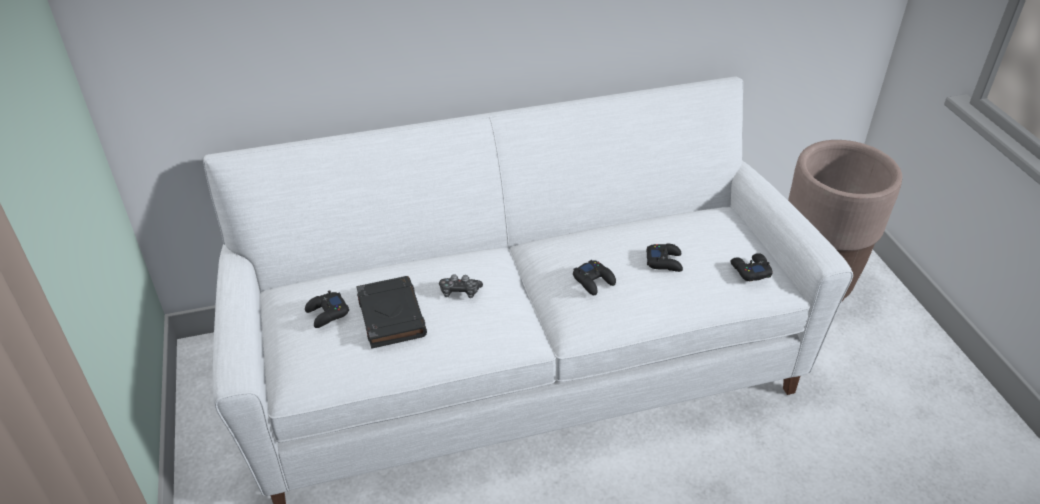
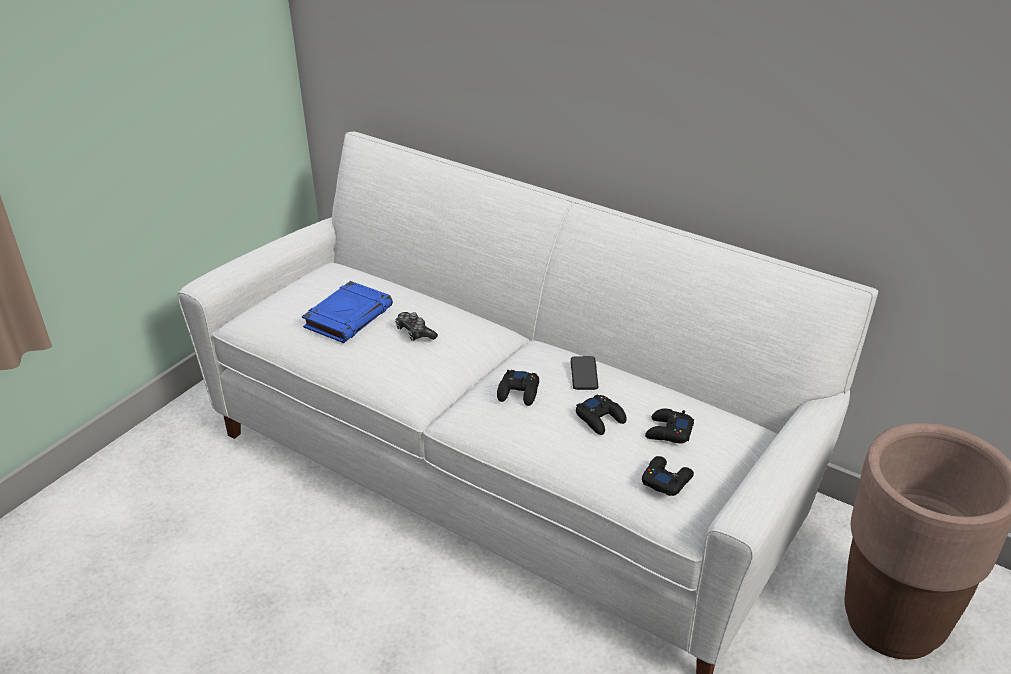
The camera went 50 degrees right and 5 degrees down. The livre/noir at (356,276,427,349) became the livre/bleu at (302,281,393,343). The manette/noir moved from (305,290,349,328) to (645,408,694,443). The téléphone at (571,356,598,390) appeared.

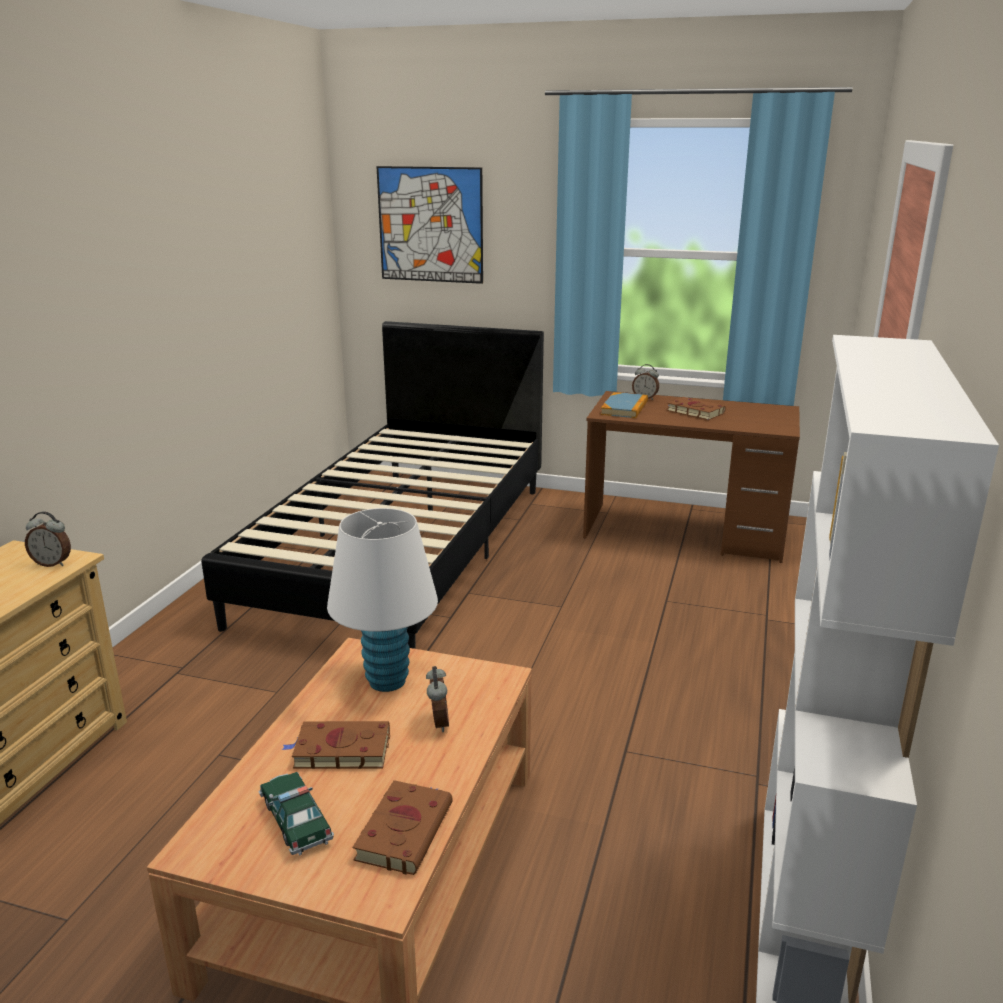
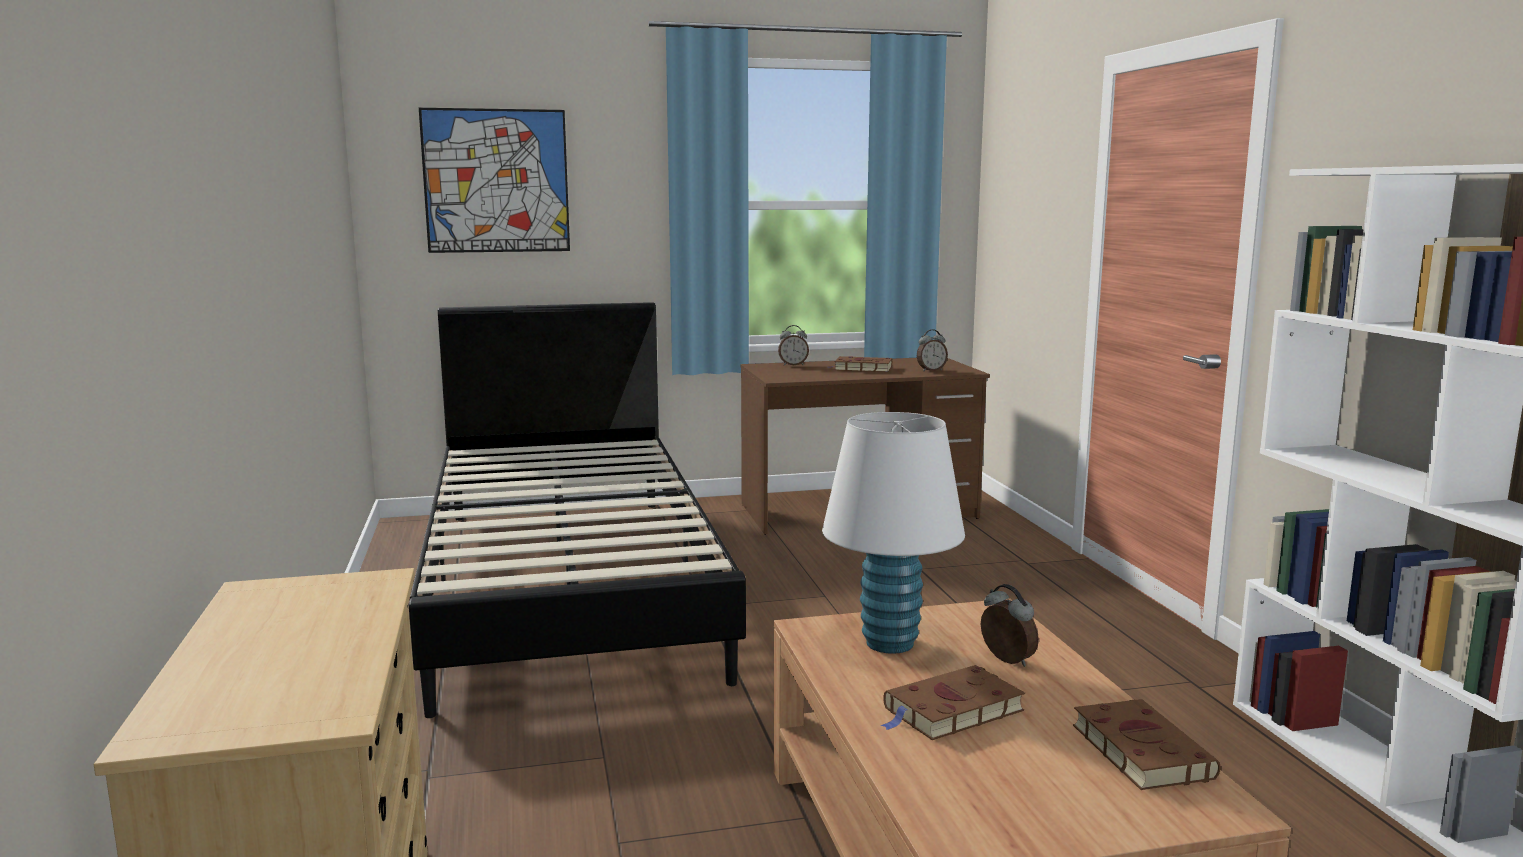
The camera went 30 degrees left and 10 degrees down. The livre at (601,392,648,418) disappeared. The réveil moved from (25,512,71,567) to (917,329,948,371). The petite voiture at (259,772,334,855) disappeared.

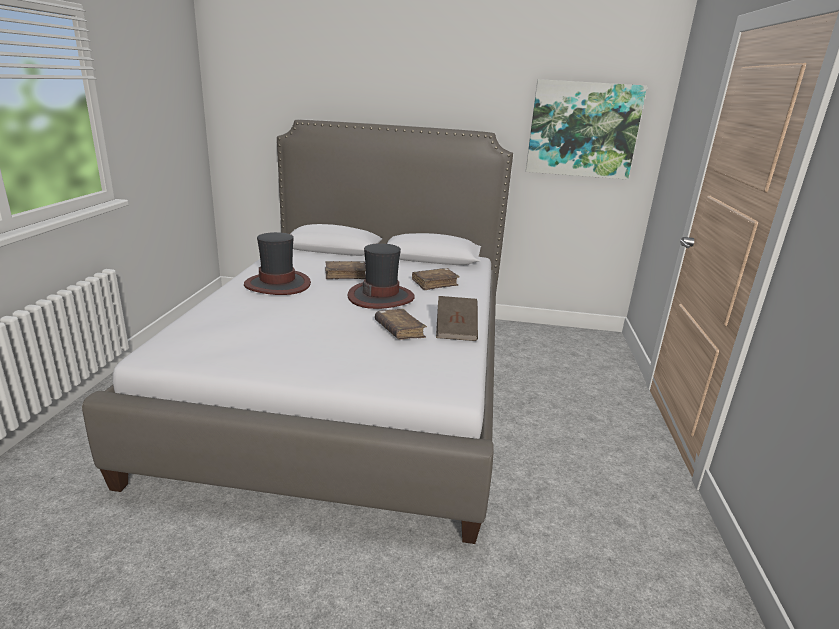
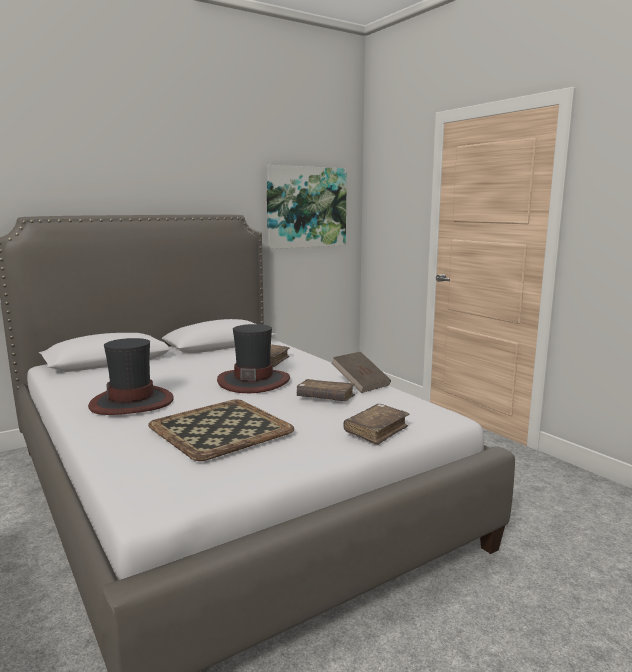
The camera went 40 degrees left and 10 degrees down. The livre/marron moved from (325,261,366,279) to (343,404,409,445). The plateau at (148,399,294,461) appeared.

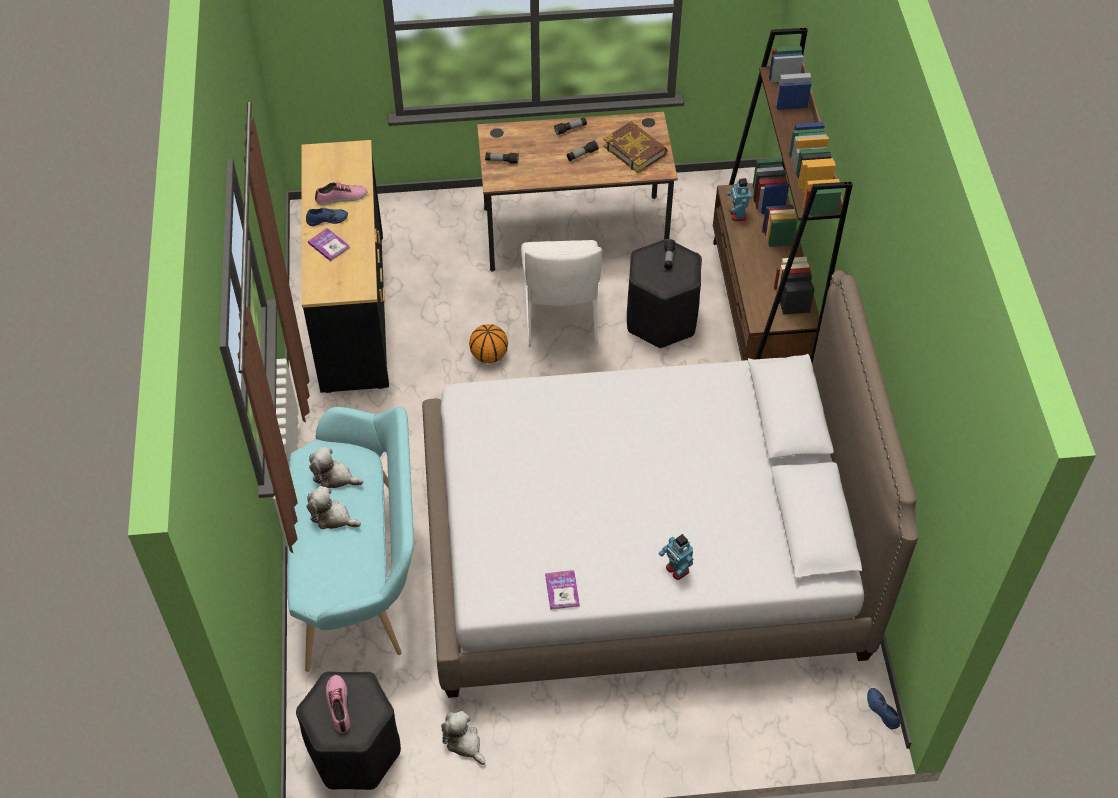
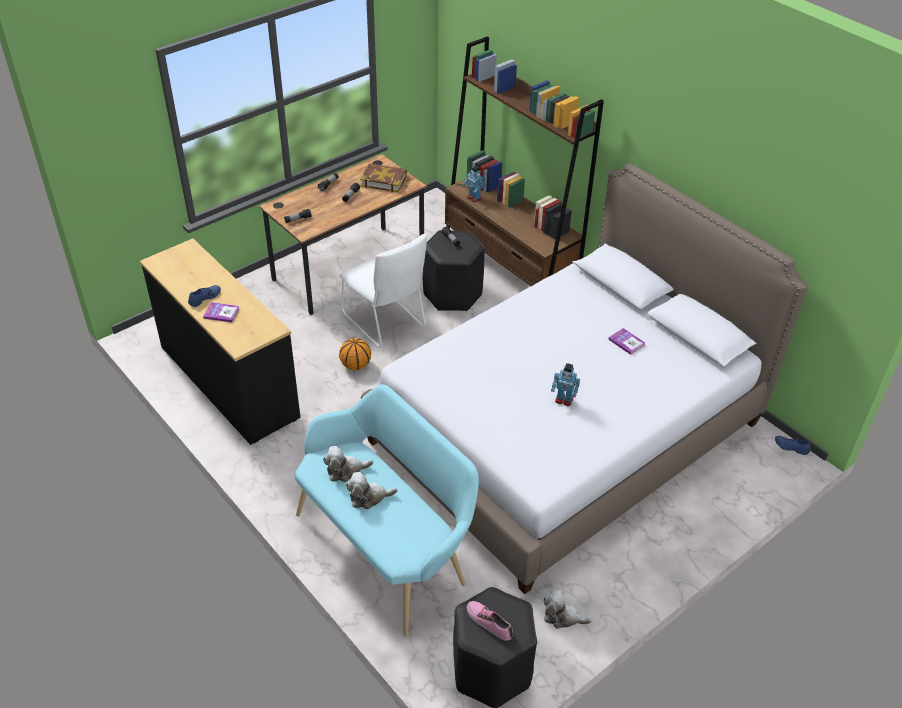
The camera went 35 degrees left and 10 degrees down. The chaussure at (315,182,367,205) disappeared. The robot jouet moved from (659,534,693,580) to (551,363,580,406). The livre moved from (545,570,580,610) to (608,328,645,355).

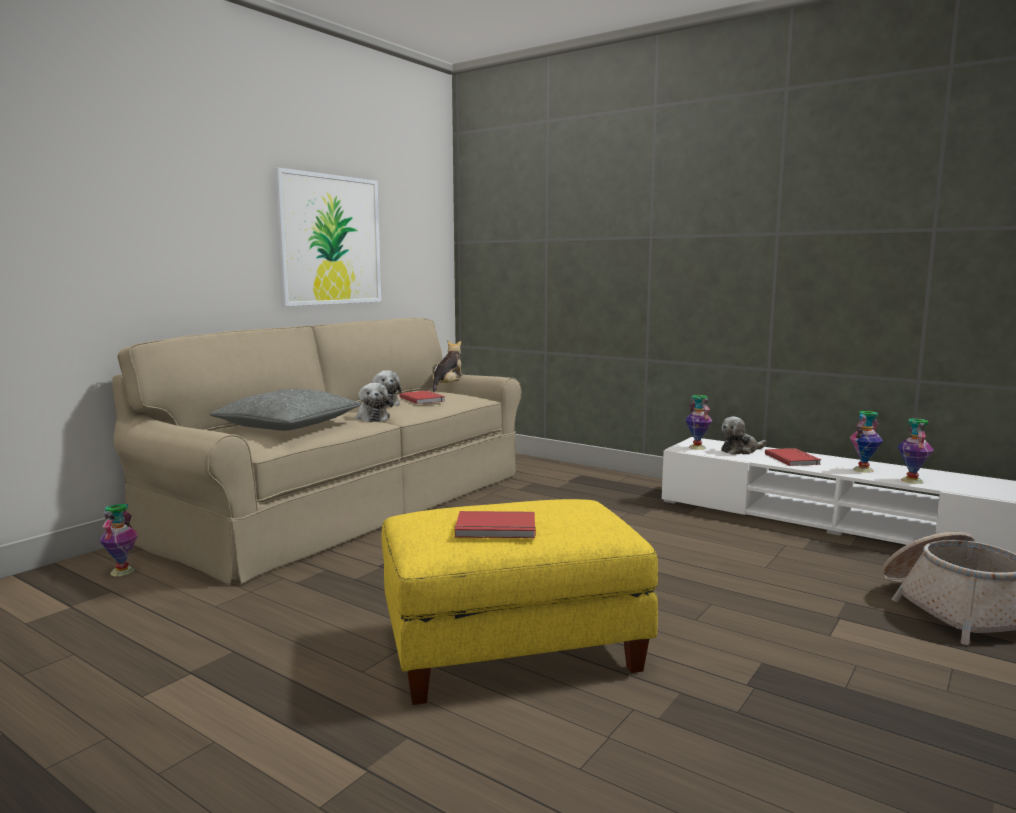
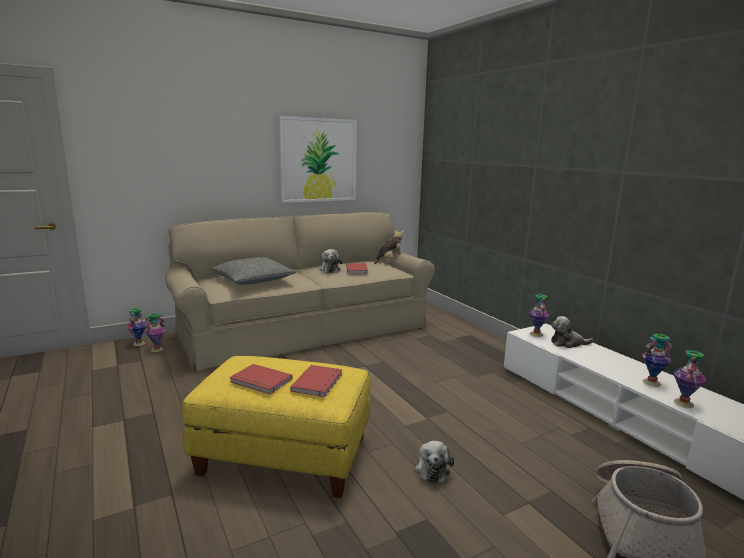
The camera went 25 degrees right and 5 degrees up. The peluche moved from (355,383,393,422) to (415,441,454,483). The livre/rouge moved from (765,448,821,466) to (290,365,342,397). The vase at (126,308,146,346) appeared.

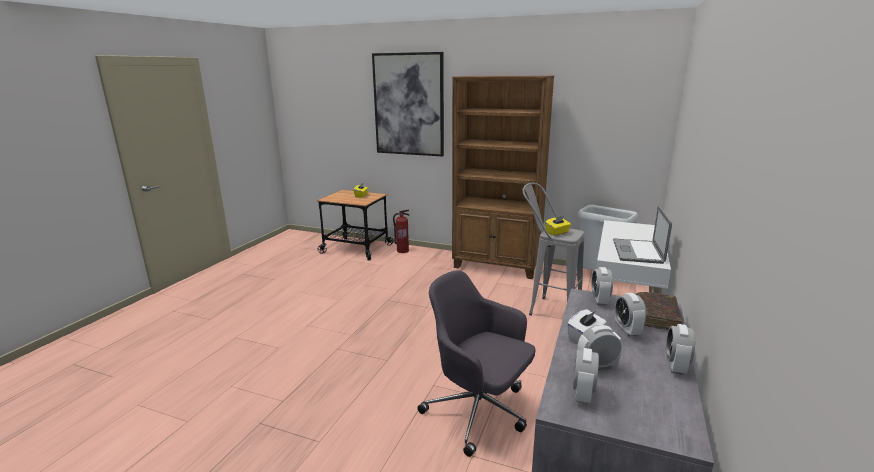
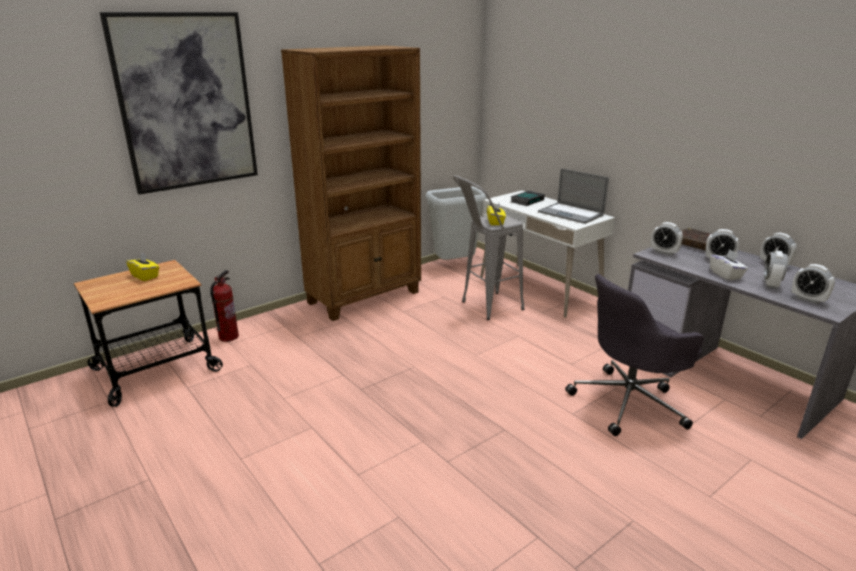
The camera went 60 degrees left and 5 degrees up. The livre at (511,191,545,206) appeared.

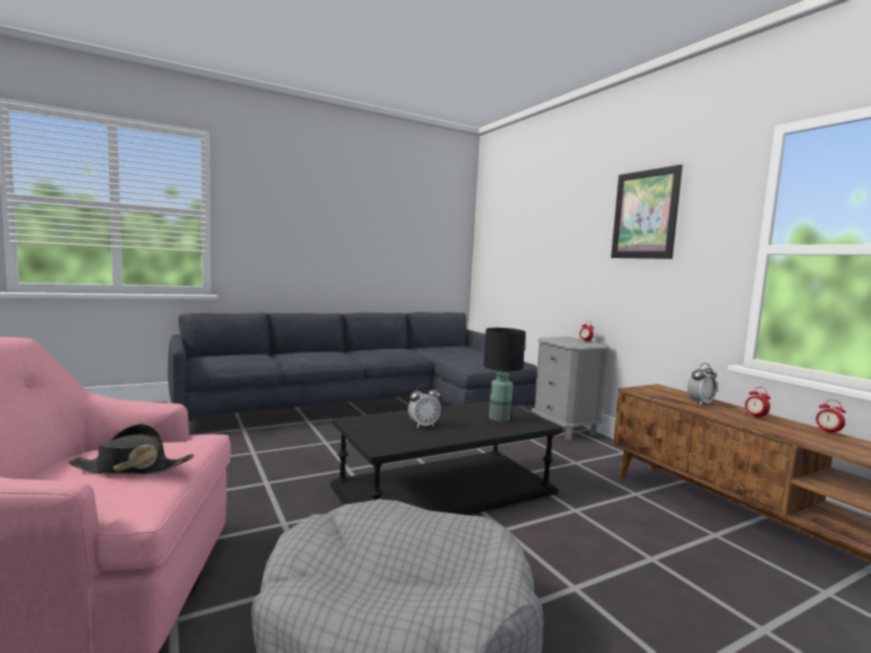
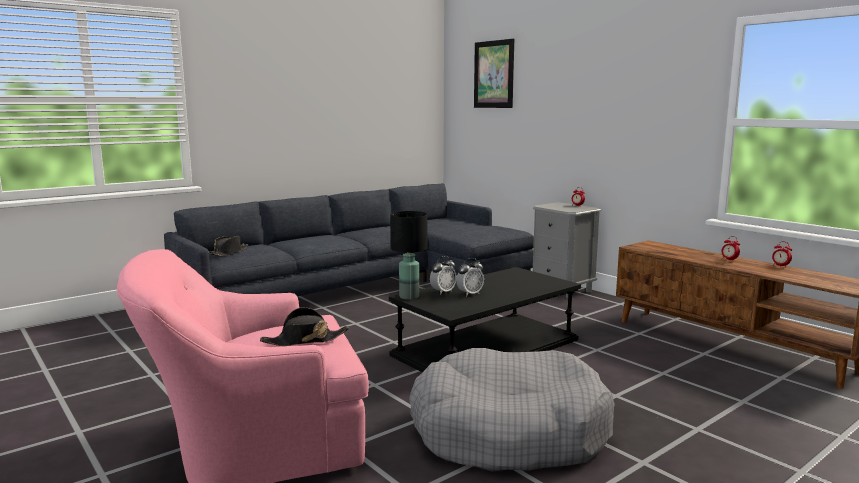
The camera went 10 degrees left and 5 degrees up. The tableau moved from (611,165,683,259) to (474,39,514,108). The lampe de table/noir moved from (484,328,526,422) to (390,211,427,300). The réveil moved from (687,363,717,405) to (430,256,457,295). The chapeau/noir at (208,236,248,256) appeared.

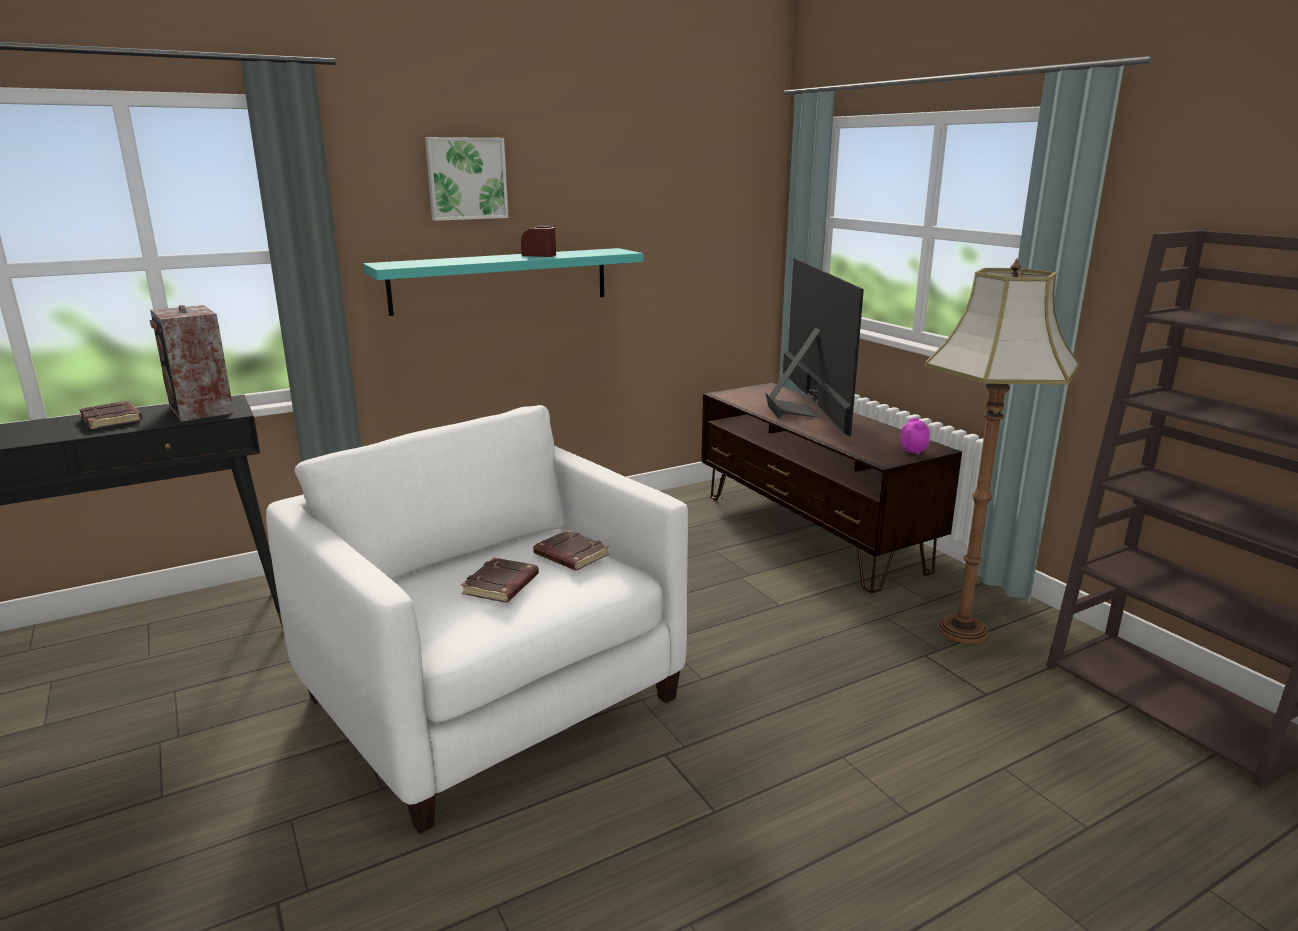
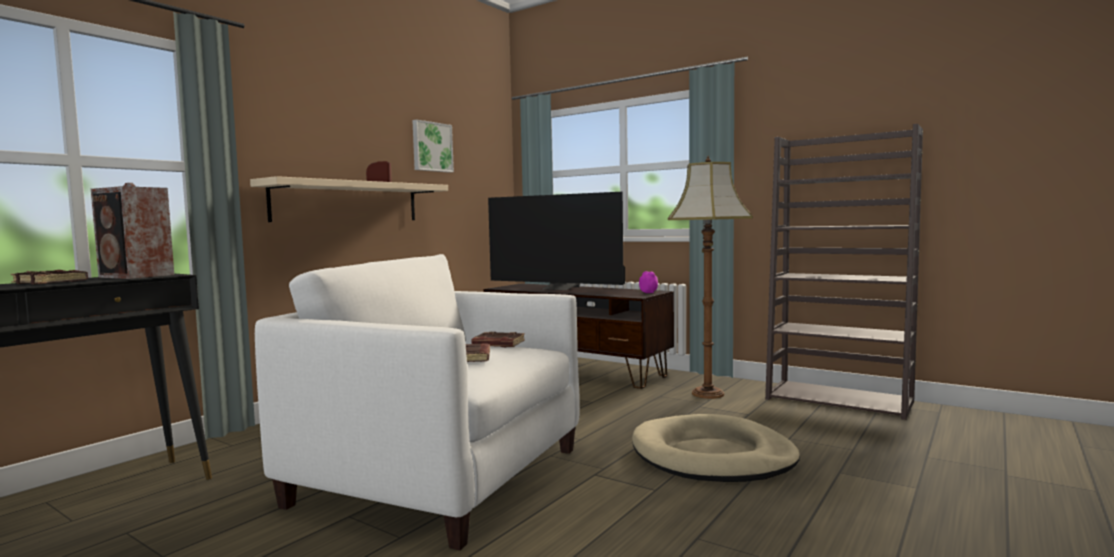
The camera went 25 degrees left and 15 degrees down. The tableau moved from (425,137,509,221) to (412,119,454,173). The étagère/turquoise at (363,248,644,316) became the étagère/beige at (250,176,448,222). The téléviseur at (765,258,864,436) turned 150 degrees clockwise. The panier pour chien/beige at (632,414,800,482) appeared.

